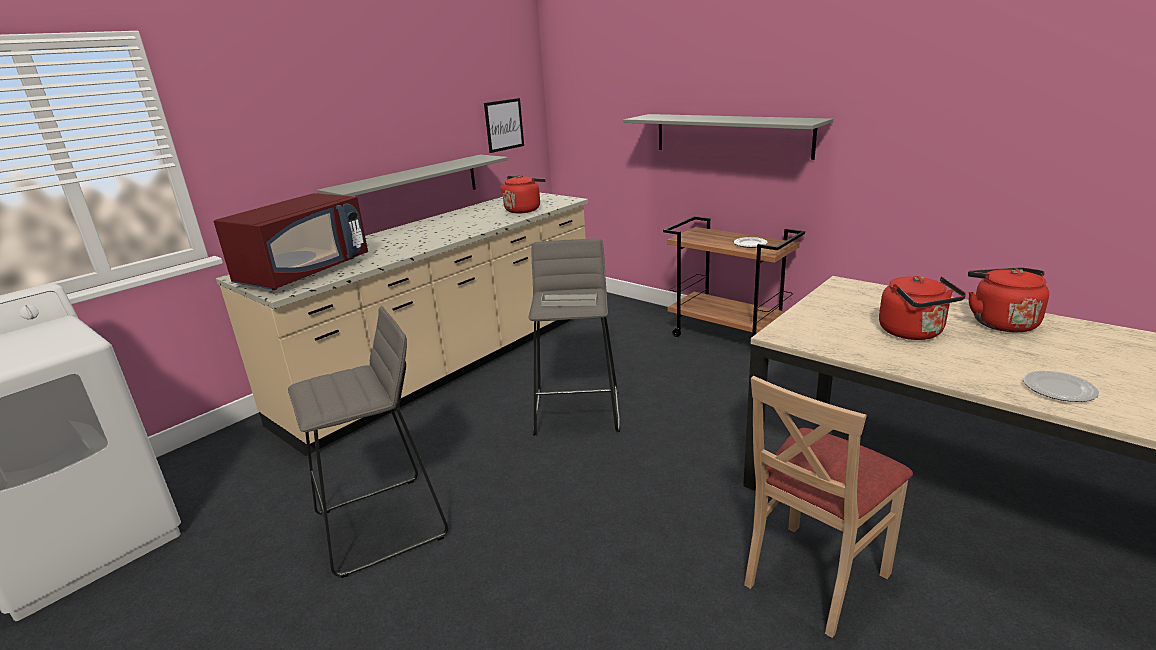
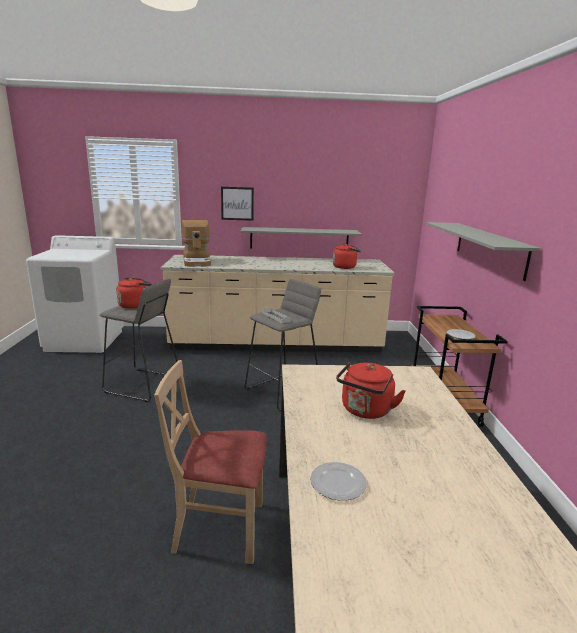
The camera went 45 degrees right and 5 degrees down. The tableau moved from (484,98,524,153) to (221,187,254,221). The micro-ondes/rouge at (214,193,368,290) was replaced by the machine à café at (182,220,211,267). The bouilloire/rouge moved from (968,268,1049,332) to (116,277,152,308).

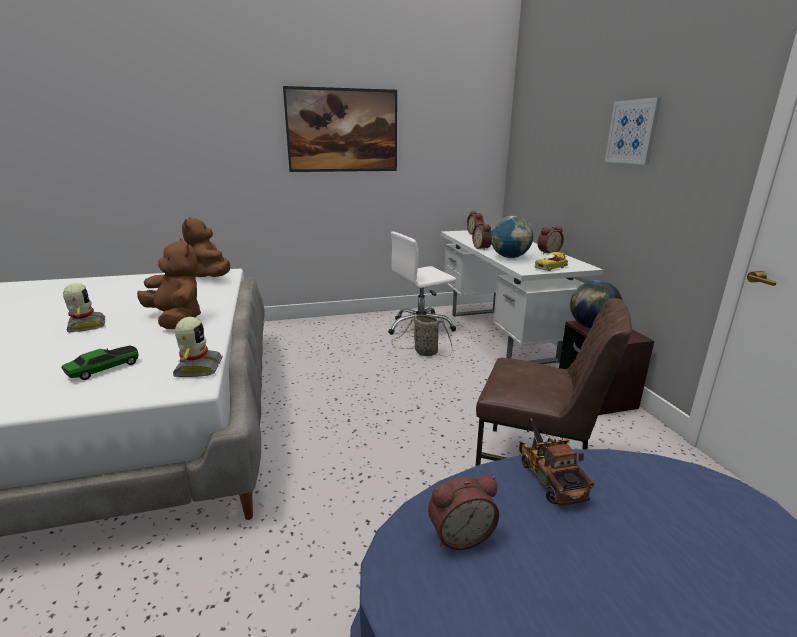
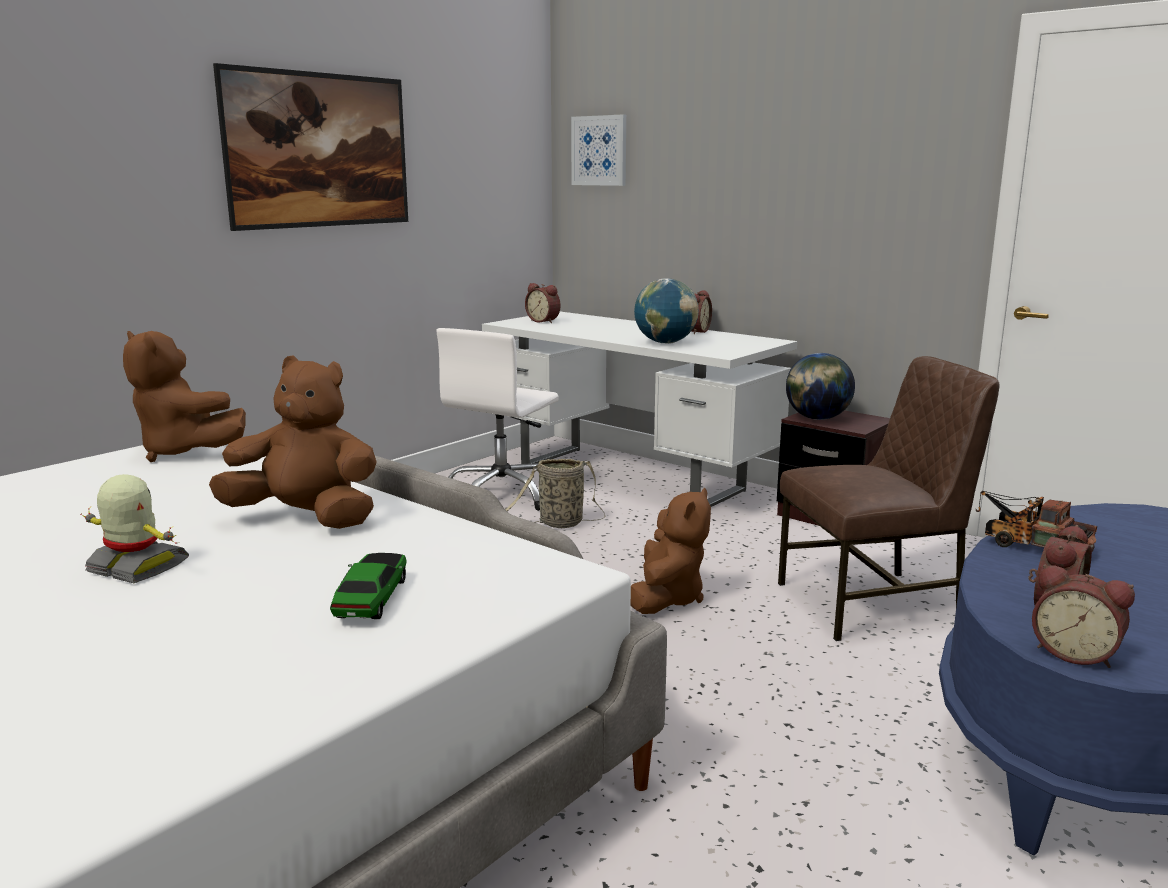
The camera went 35 degrees left and 5 degrees down. The tableau moved from (605,97,662,165) to (571,114,626,186). The réveil moved from (472,221,492,250) to (1032,564,1135,668). The petite voiture at (535,252,568,271) disappeared. The robot jouet at (173,317,223,377) disappeared. The peluche/marron at (631,488,711,614) appeared.

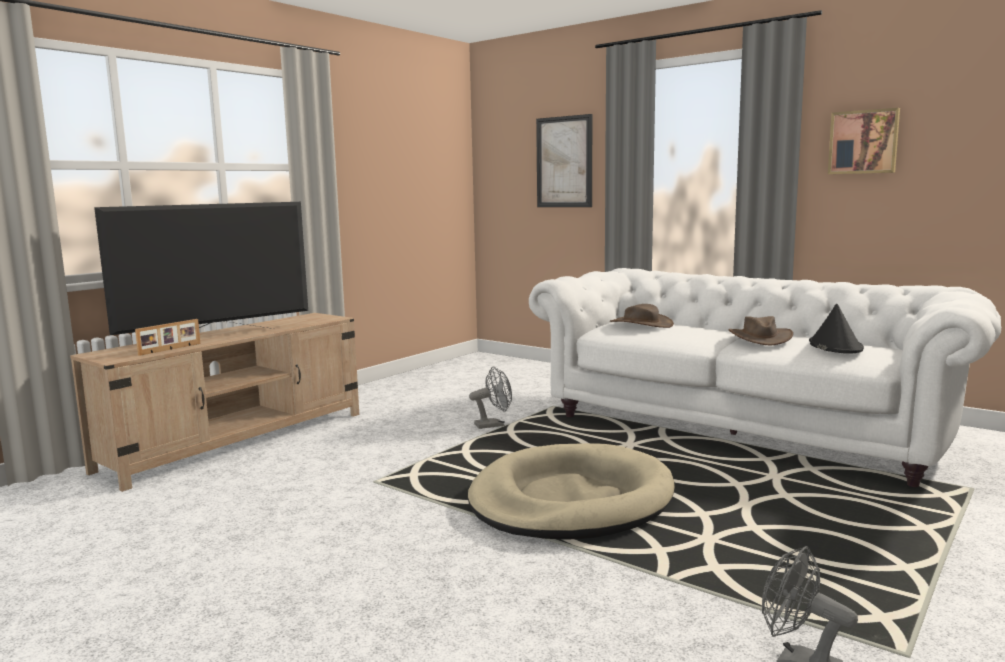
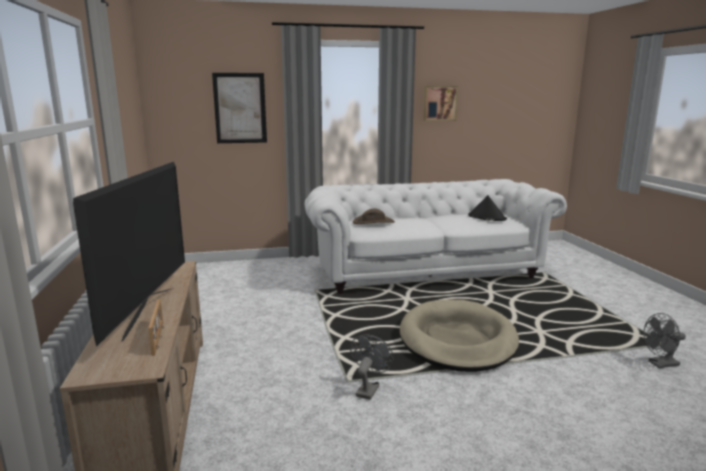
The camera went 50 degrees left and 5 degrees up. The chapeau/marron at (728,316,793,345) disappeared. The ventilateur/gris moved from (469,366,512,429) to (350,334,394,400).

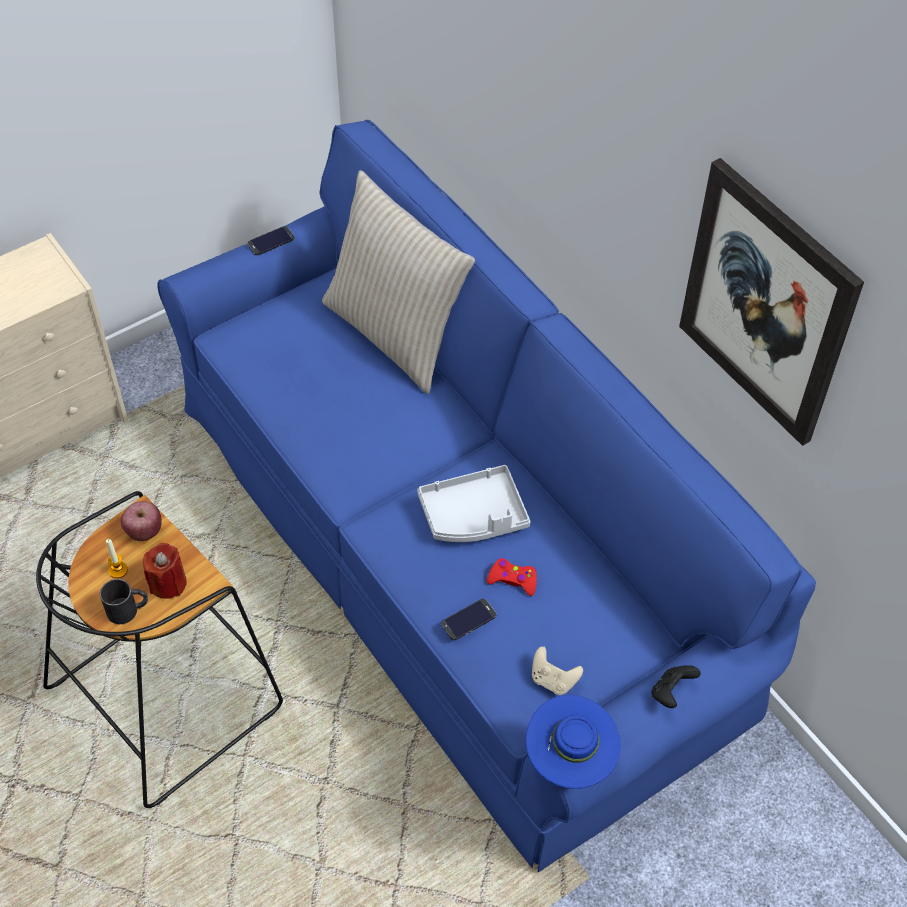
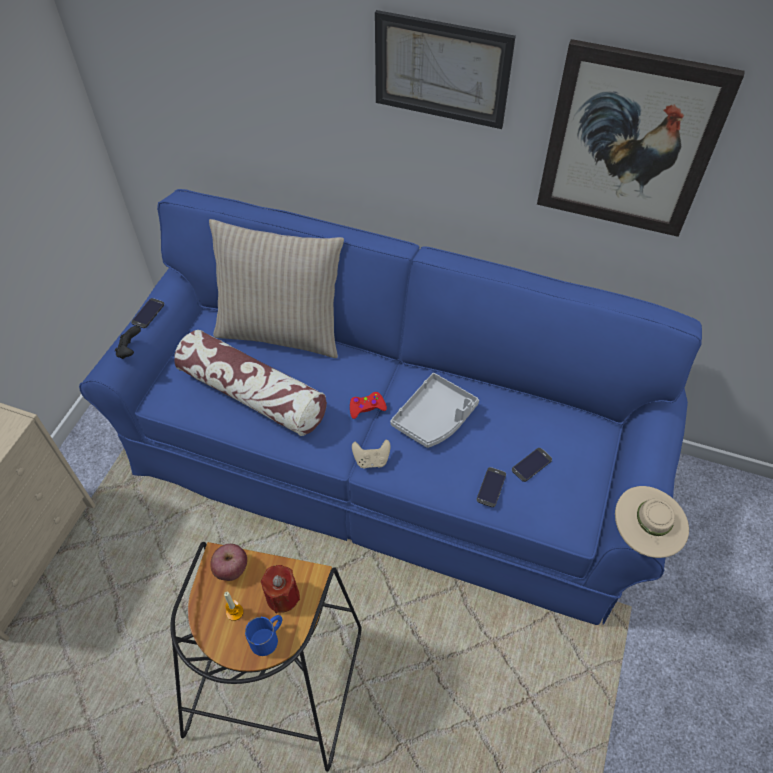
The camera went 35 degrees left and 0 degrees up. The manette/rouge moved from (487,558,537,596) to (350,392,387,419). The mug/noir at (100,579,148,624) became the mug/bleu at (245,615,282,656). The manette/beige moved from (532,646,583,695) to (352,440,391,468). The manette/noir moved from (651,665,701,708) to (115,326,141,359). The chapeau/bleu at (525,695,621,789) became the chapeau/beige at (615,486,689,558). The tableau at (375,10,516,129) appeared. The coussin at (174,330,327,436) appeared. The téléphone at (512,448,552,482) appeared.

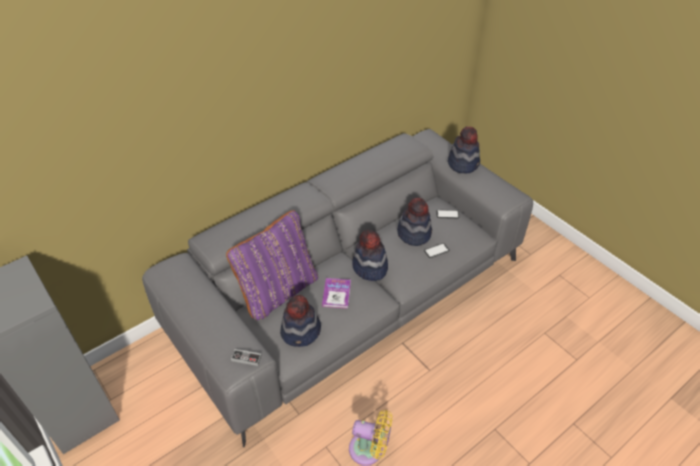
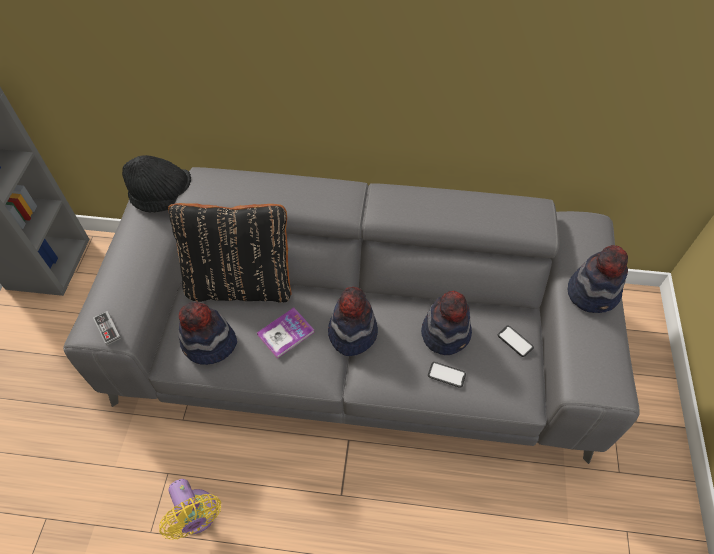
The camera went 45 degrees right and 10 degrees up. The coussin/violet at (226,210,318,320) became the coussin/noir at (168,203,292,302). The chapeau/noir at (122,155,191,212) appeared.

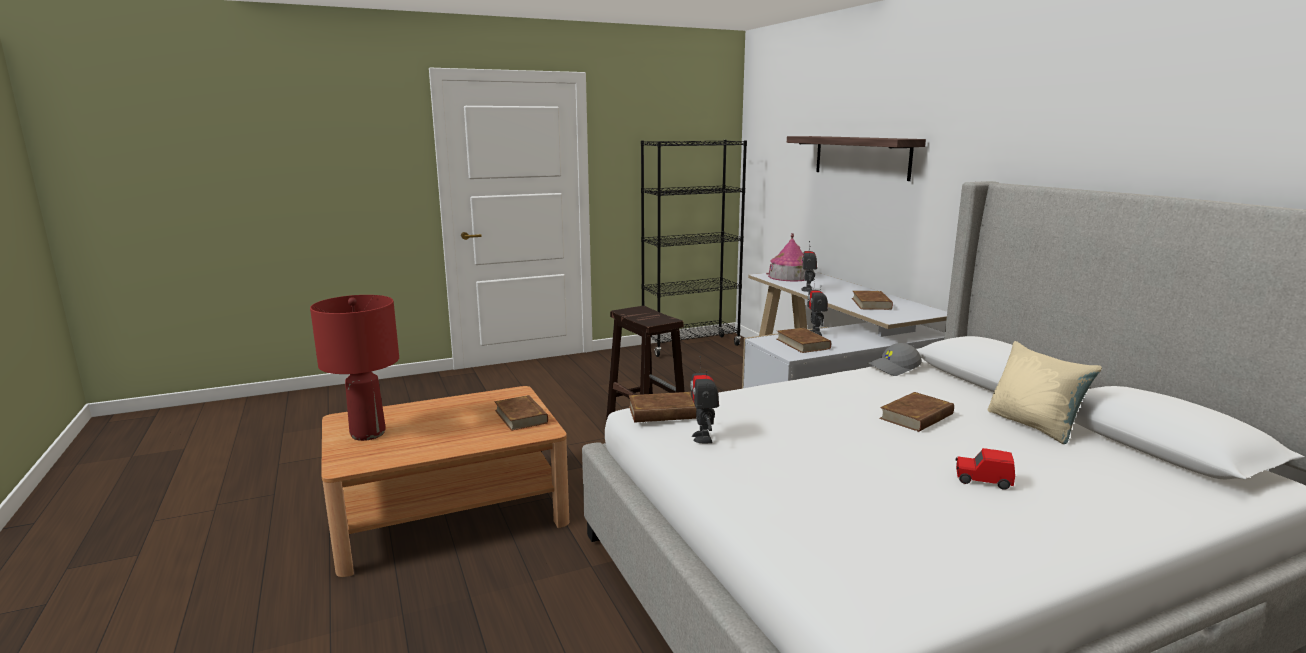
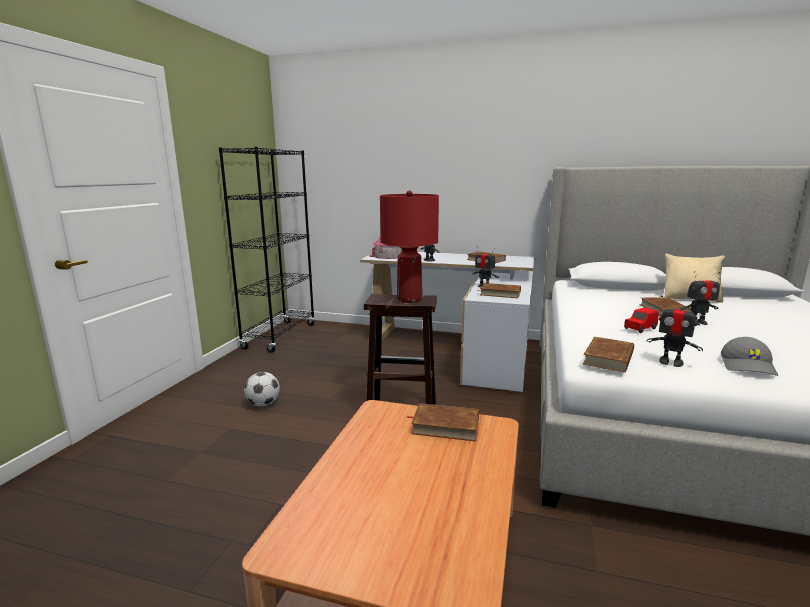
The camera went 50 degrees left and 0 degrees up. The étagère at (787,136,926,181) disappeared. The lampe de table/rouge moved from (310,295,399,441) to (380,190,439,303). The casquette/gris moved from (868,343,922,376) to (721,337,778,376). The petite voiture/rouge moved from (956,448,1015,490) to (624,308,659,333). The robot jouet at (680,271,720,325) appeared. The ballon de foot at (244,372,280,406) appeared.

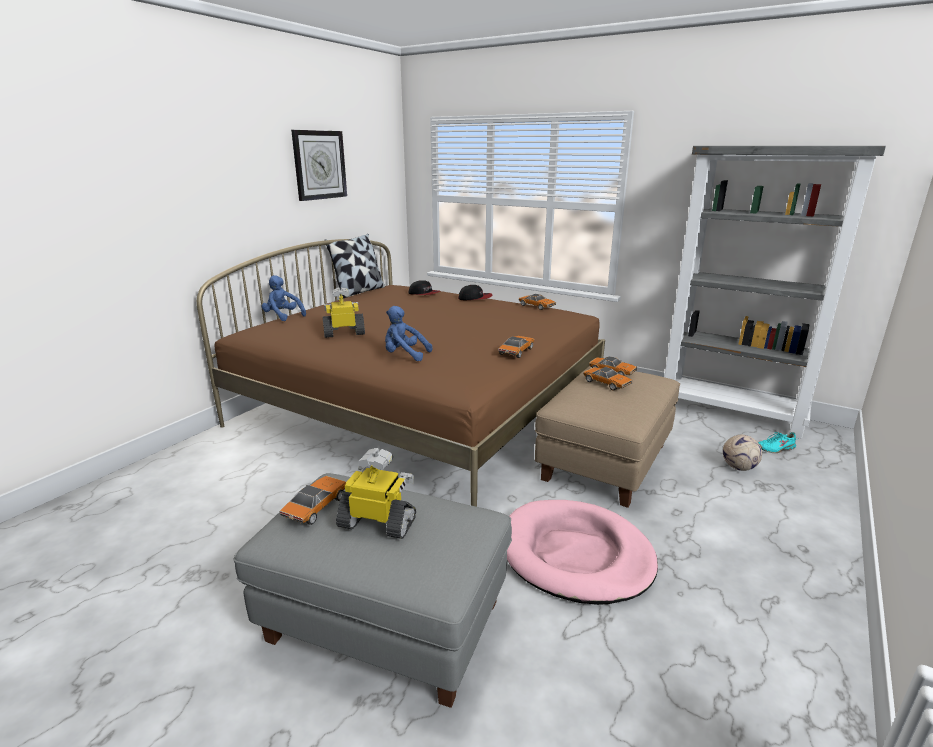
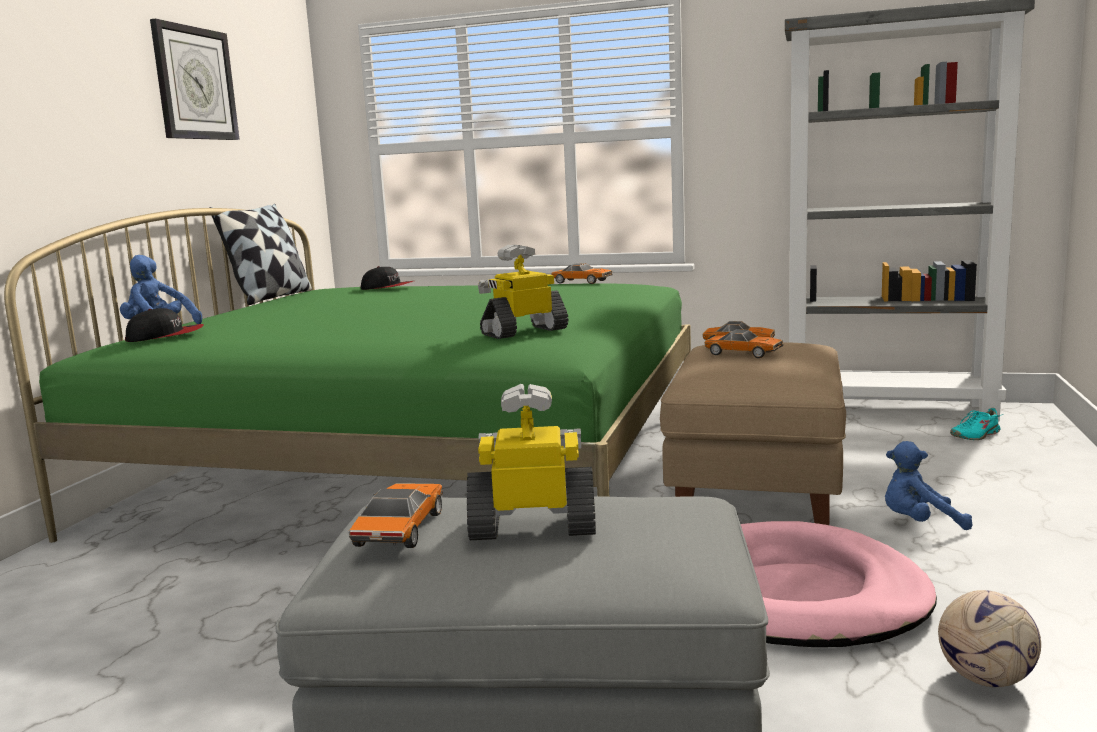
The camera went 15 degrees left and 10 degrees down. The lit/marron at (197,239,605,507) became the lit/vert at (4,208,691,543). The casquette moved from (458,285,492,300) to (125,308,204,342). The robot jouet moved from (323,287,365,338) to (478,245,569,339). The peluche/bleu moved from (385,306,432,361) to (885,441,973,530). The petite voiture at (498,336,534,358) disappeared. The ballon de foot moved from (723,435,762,471) to (938,590,1041,687).

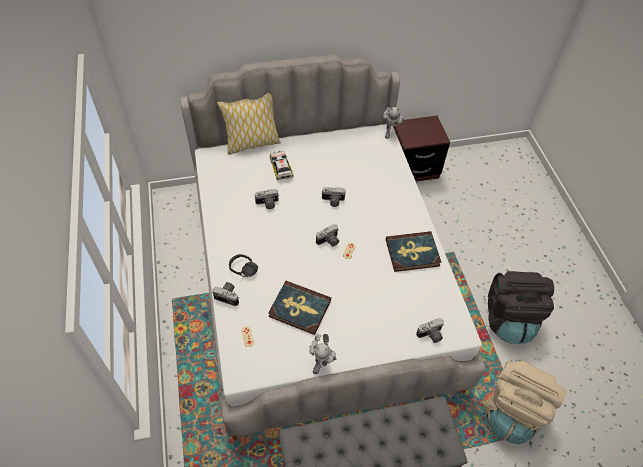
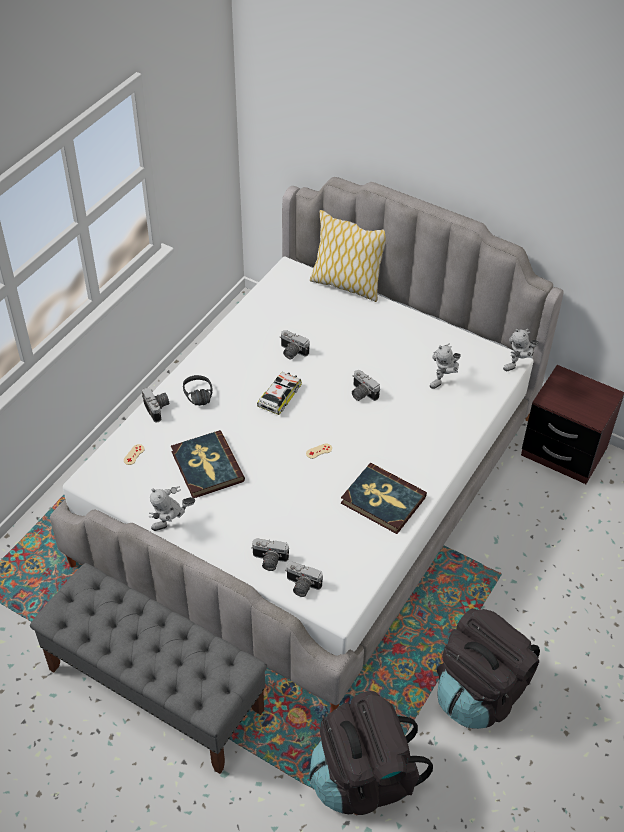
The camera went 45 degrees right and 5 degrees down. The petite voiture moved from (270,151,294,180) to (257,372,302,415). The appareil photo moved from (316,224,339,247) to (251,538,289,571). The sac à dos/beige at (483,360,566,444) became the sac à dos/noir at (309,691,433,815). The robot jouet at (430,343,461,389) appeared.

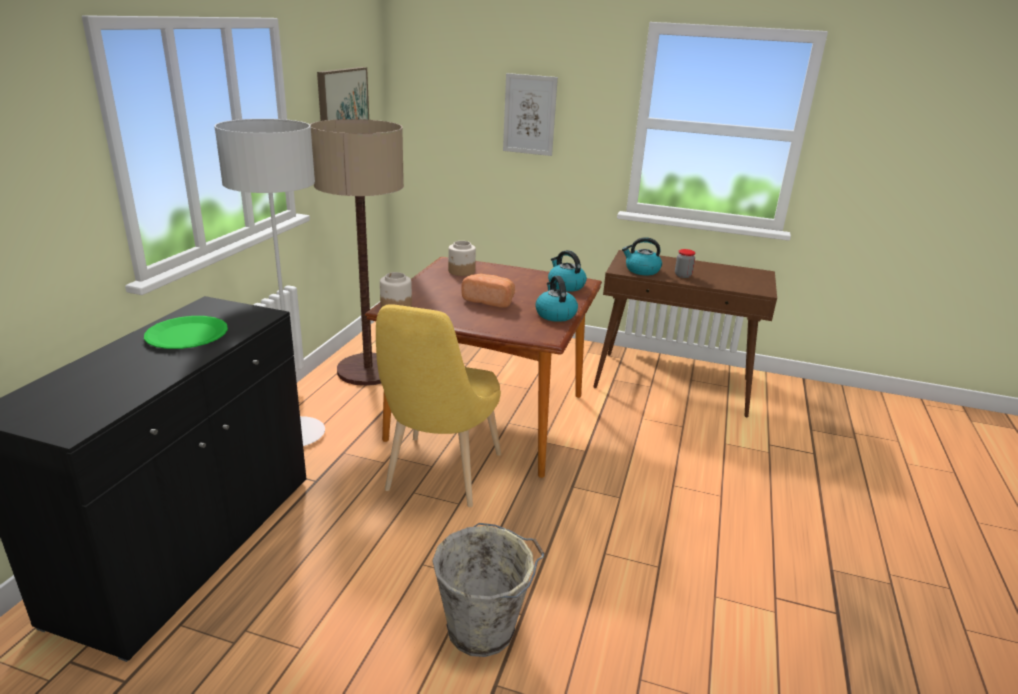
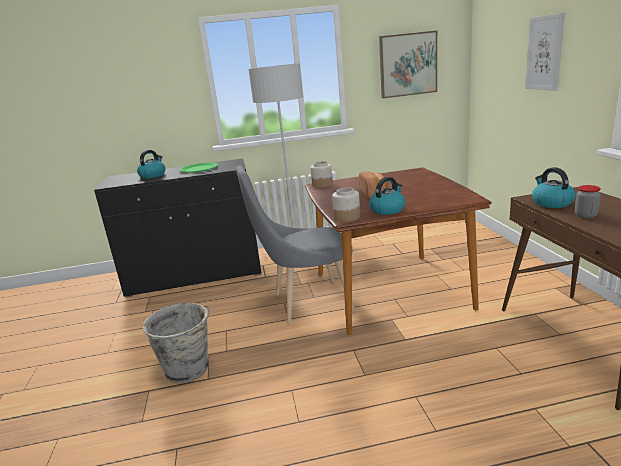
The camera went 65 degrees right and 5 degrees down. The lampadaire at (310,119,404,386) disappeared. The bocal moved from (448,241,476,276) to (332,187,360,222). The bouilloire moved from (548,250,587,292) to (137,150,165,179). The chaise/jaune at (376,304,501,507) became the chaise/gris at (236,165,355,324).

